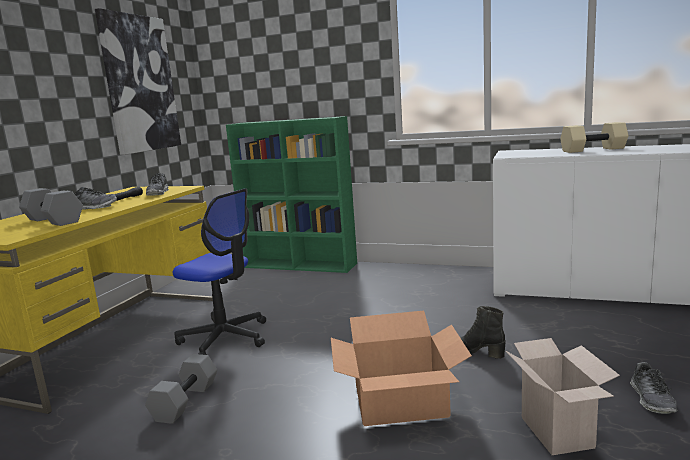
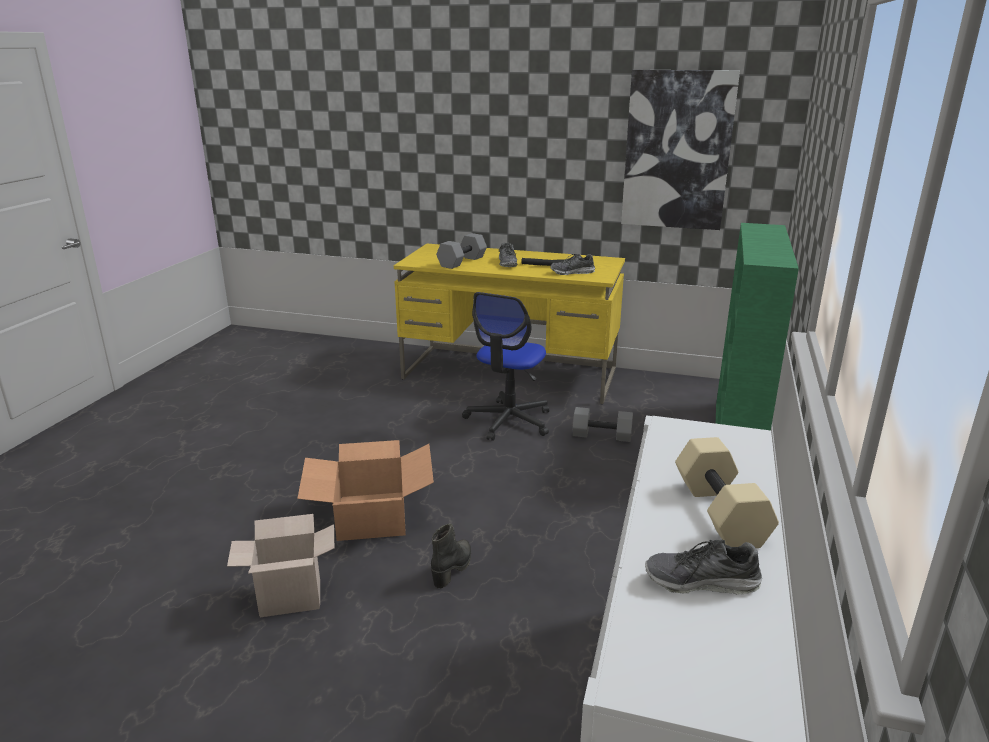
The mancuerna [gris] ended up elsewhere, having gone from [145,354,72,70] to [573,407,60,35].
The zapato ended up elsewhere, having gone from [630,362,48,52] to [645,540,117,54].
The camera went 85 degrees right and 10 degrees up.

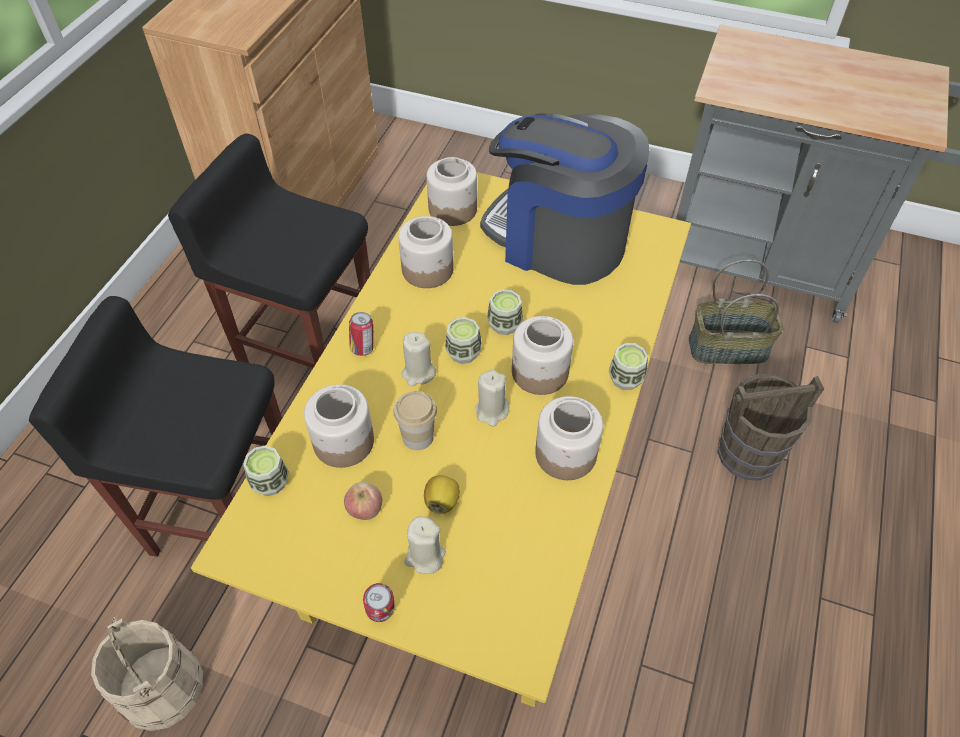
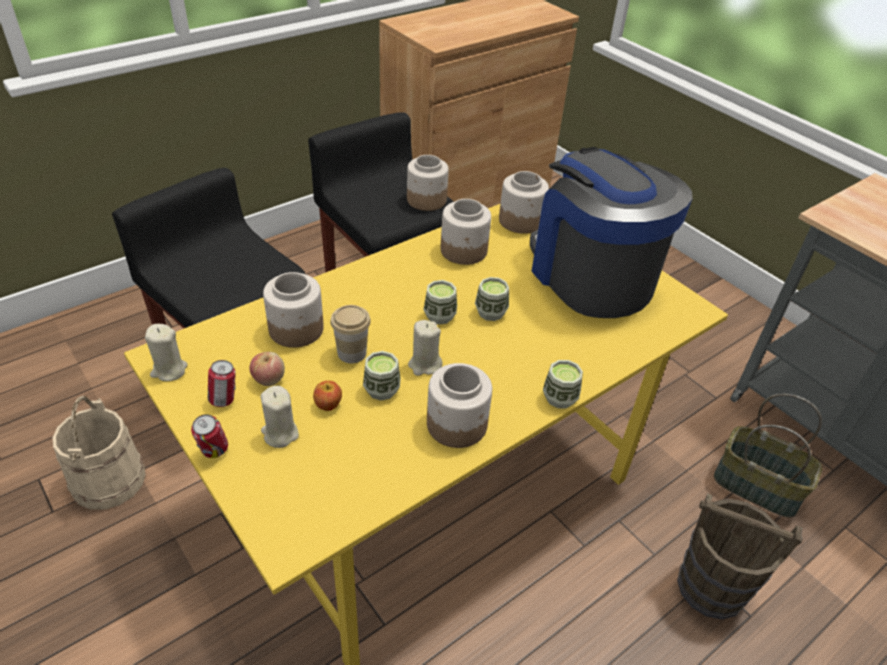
The vela [beis] ended up elsewhere, having gone from [401,332,35,54] to [145,324,42,57].
The lata ended up elsewhere, having gone from [349,312,25,44] to [208,360,28,47].
Where the limón stood at [424,475,36,39], the manzana came to stand at [313,381,29,30].
The taza ended up elsewhere, having gone from [243,445,46,51] to [363,351,38,50].
The tarro ended up elsewhere, having gone from [512,316,61,79] to [407,155,42,56].
The camera went 30 degrees right and 10 degrees down.

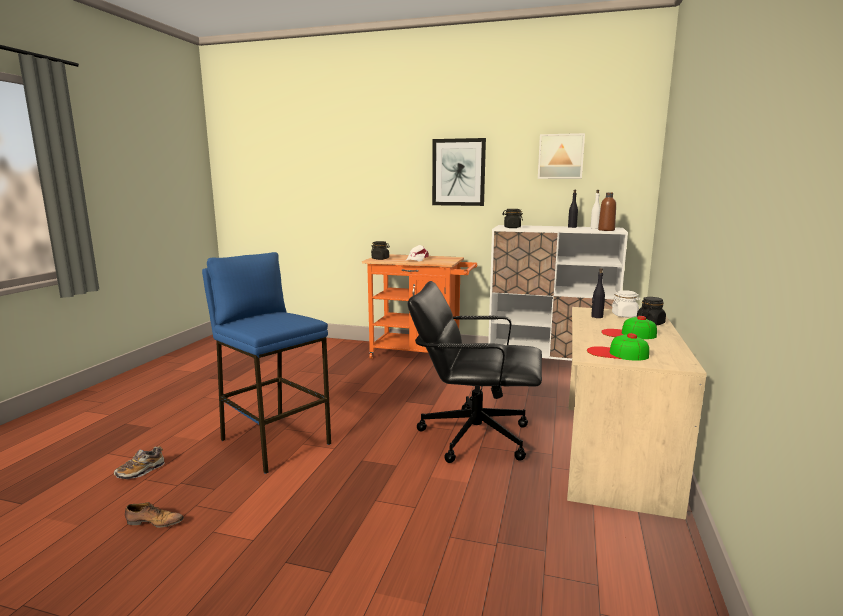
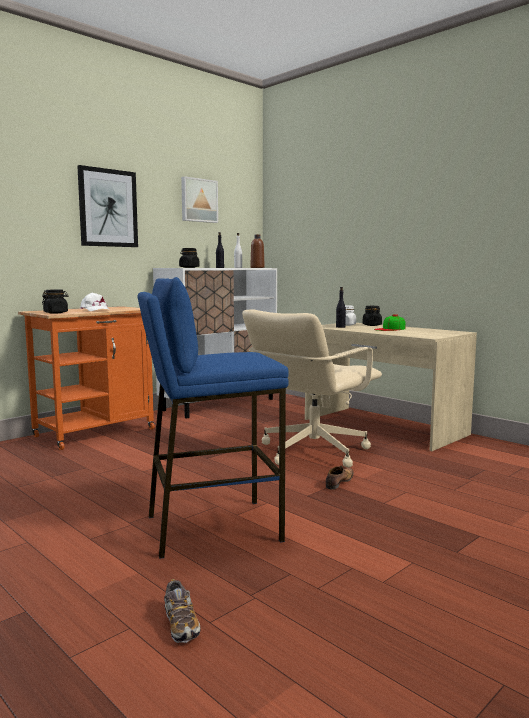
What was the silla de oficina [negro] at [407,281,135,182] turned into the silla de oficina [beis] at [242,309,140,159].
The zapato ended up elsewhere, having gone from [125,502,59,26] to [326,466,28,24].
The second view lost the gorra at [587,333,62,28].
The camera went 60 degrees left and 5 degrees down.

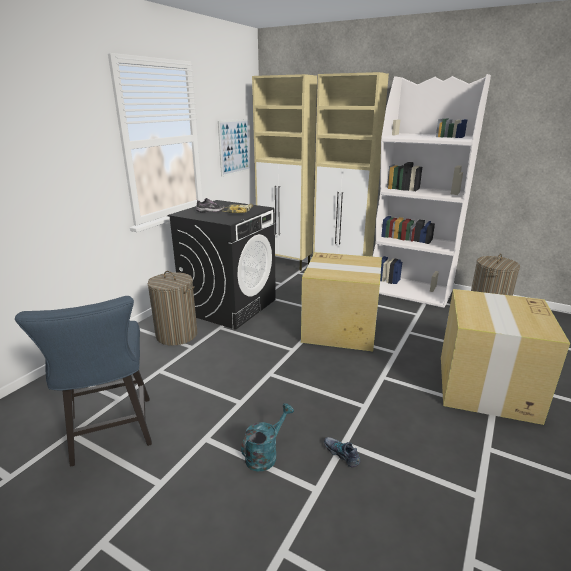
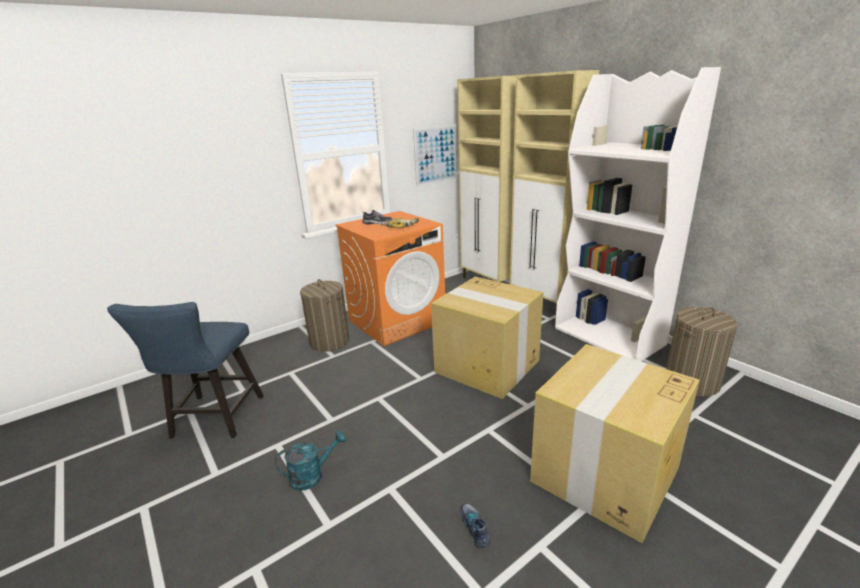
What was the lavadora [negro] at [168,200,108,130] turned into the lavadora [naranja] at [336,211,109,135].
The zapato ended up elsewhere, having gone from [324,437,36,30] to [461,504,30,44].
The camera went 25 degrees right and 0 degrees up.

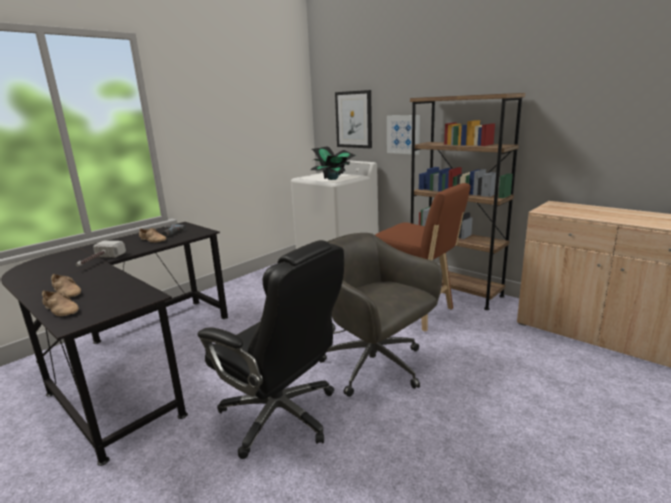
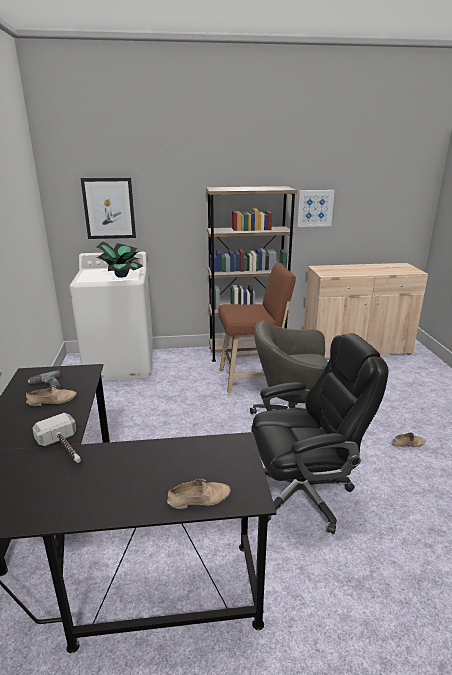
The cuadro ended up elsewhere, having gone from [387,115,33,40] to [297,190,38,37].
The zapato [beis] ended up elsewhere, having gone from [51,274,30,23] to [392,432,34,15].
The camera went 50 degrees left and 5 degrees up.

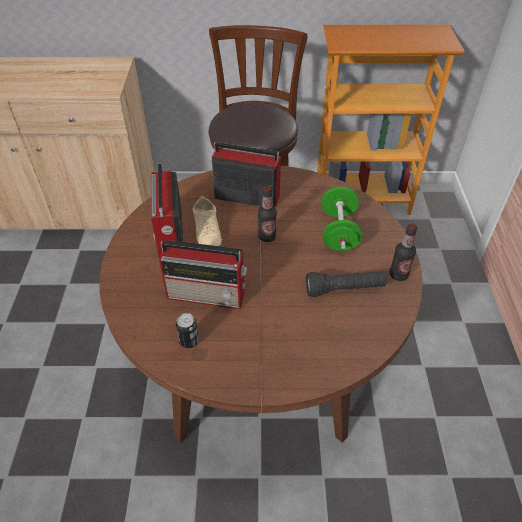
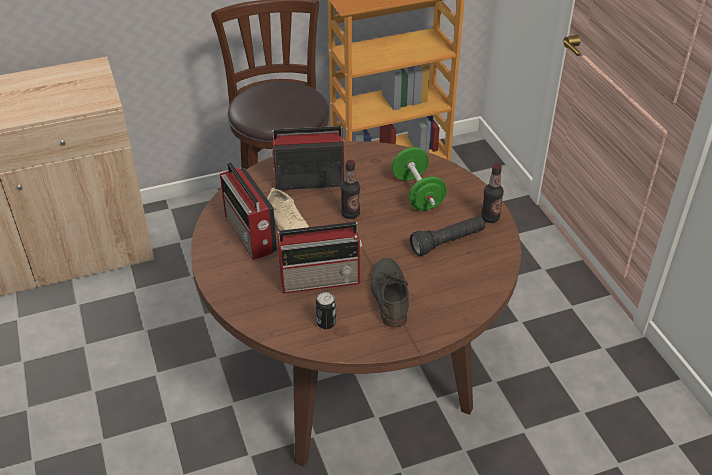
The second view gained the zapato [gris] at [370,258,39,69].
The camera went 20 degrees left and 5 degrees down.

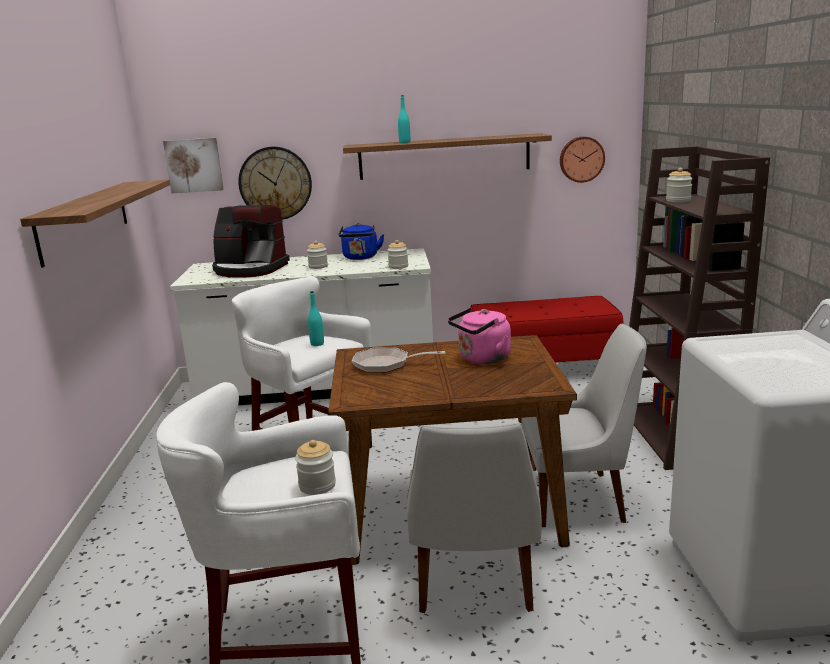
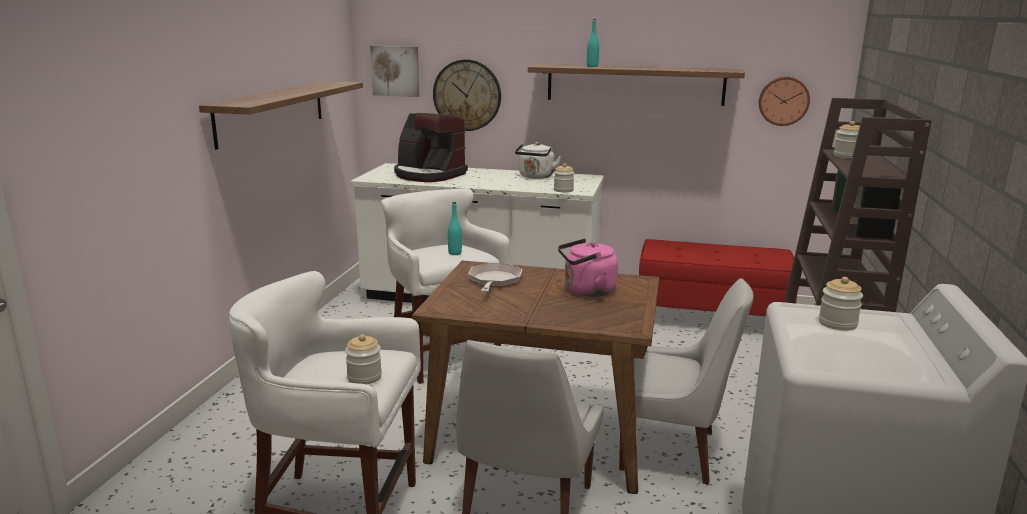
The sartén at [352,347,93,26] ended up facing another way, 75 degrees clockwise from before.
What was the hervidor [azul] at [338,223,46,37] turned into the hervidor [blanco] at [515,142,47,37].
The tarro ended up elsewhere, having gone from [307,241,21,28] to [819,277,44,54].
The camera went 15 degrees right and 0 degrees up.

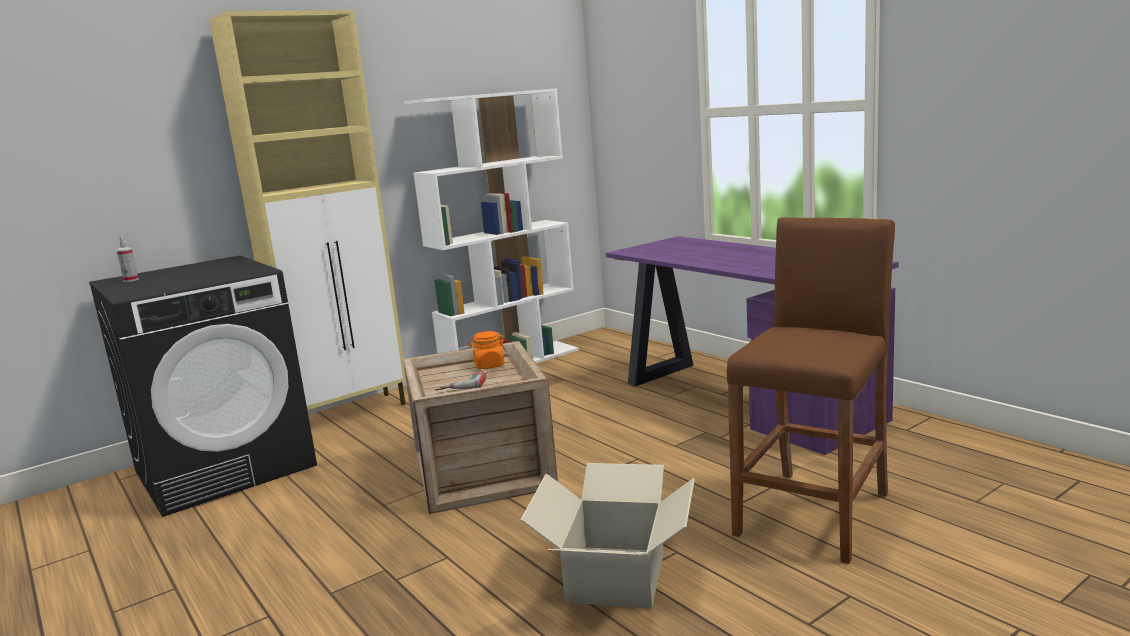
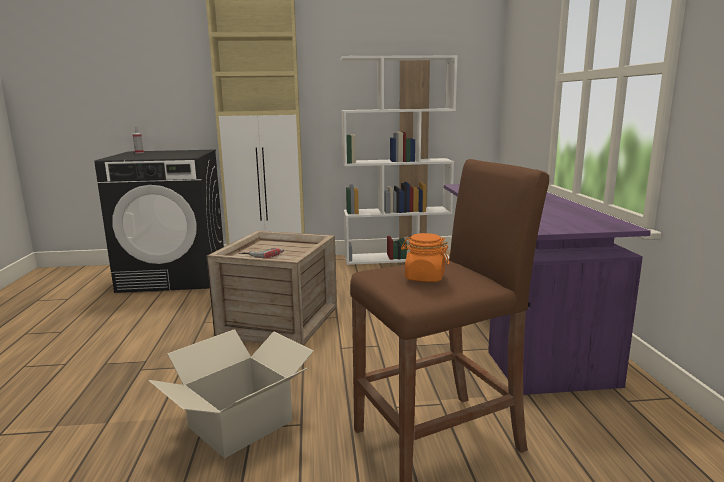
The tarro [naranja] ended up elsewhere, having gone from [468,331,38,38] to [401,233,48,49].
The camera went 30 degrees right and 0 degrees up.

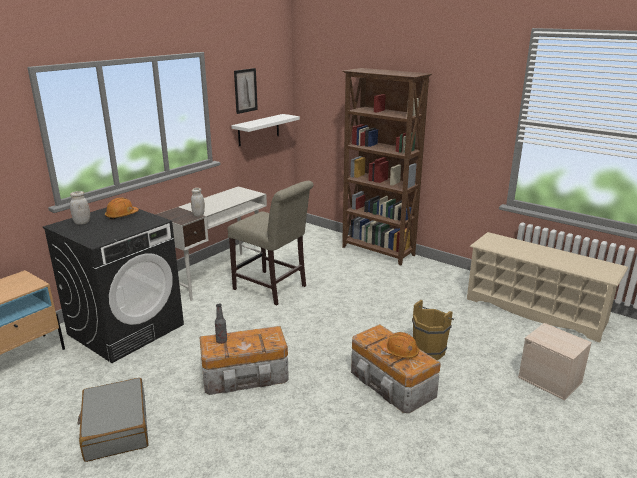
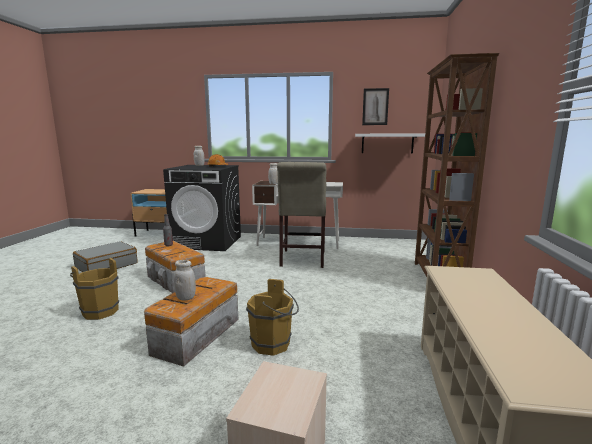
The second view gained the cubo [marrón] at [70,258,49,62].
Where the casco [naranja] stood at [381,332,38,26], the tarro [blanco] came to stand at [173,260,23,41].
The camera went 60 degrees right and 10 degrees down.

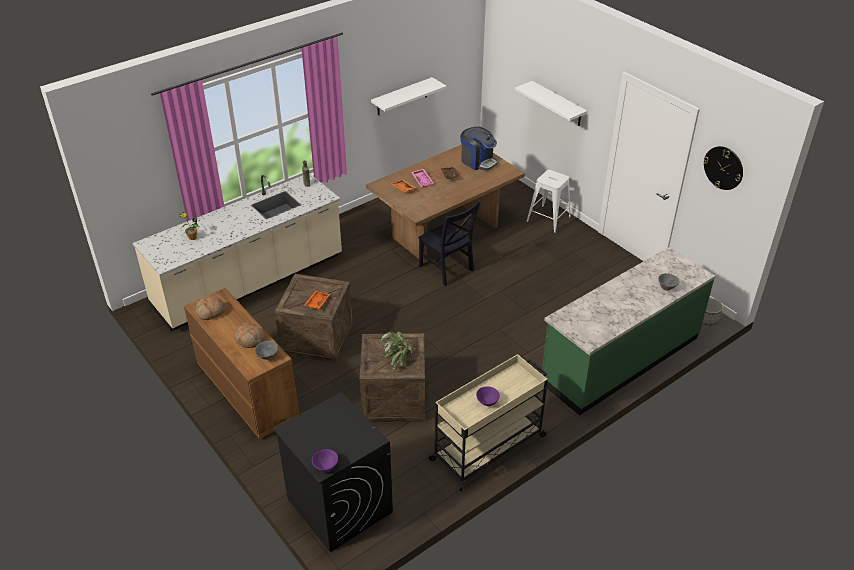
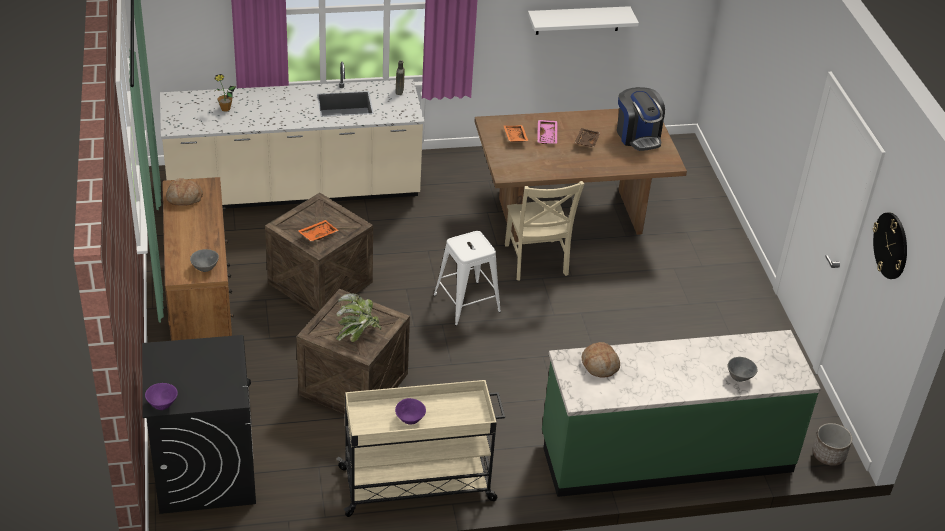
The taburete [blanco] ended up elsewhere, having gone from [526,170,45,63] to [434,231,67,95].
What was the silla [negro] at [418,200,63,86] turned into the silla [beis] at [505,181,80,100].
The pan ended up elsewhere, having gone from [234,322,31,26] to [582,342,38,36].
The second view lost the estante [blanco] at [515,81,72,45].
The camera went 25 degrees right and 0 degrees up.

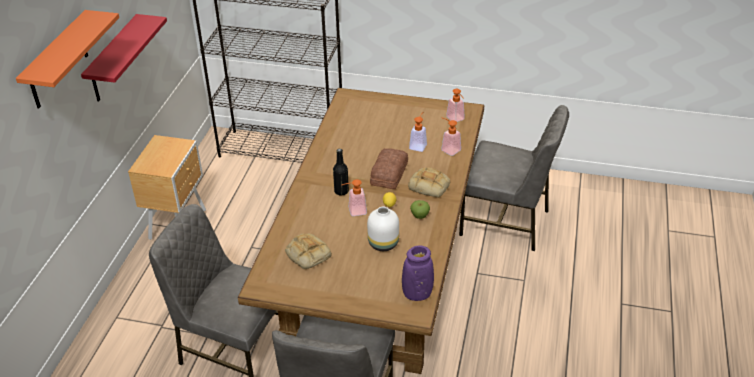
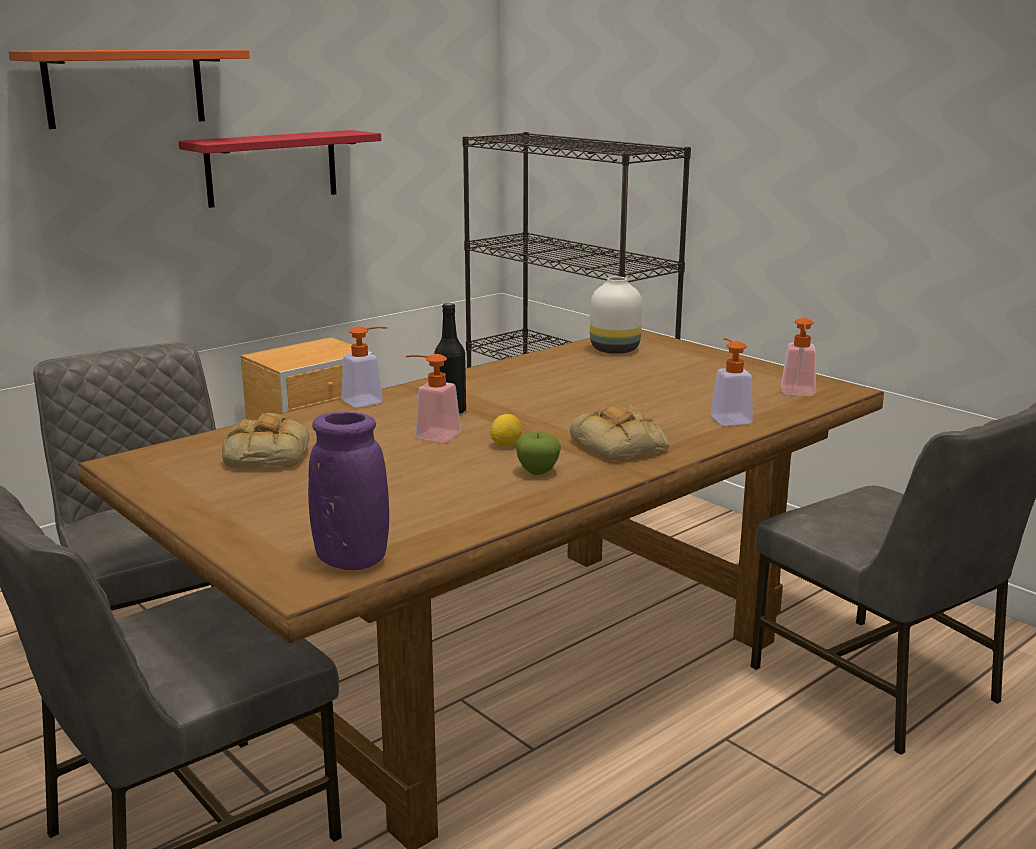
The dispensador de jabón ended up elsewhere, having gone from [409,112,18,40] to [342,326,46,82].
The florero [blanco] ended up elsewhere, having gone from [367,207,32,44] to [590,276,52,78].
The second view lost the pan at [370,148,38,41].
The camera went 35 degrees right and 20 degrees down.

